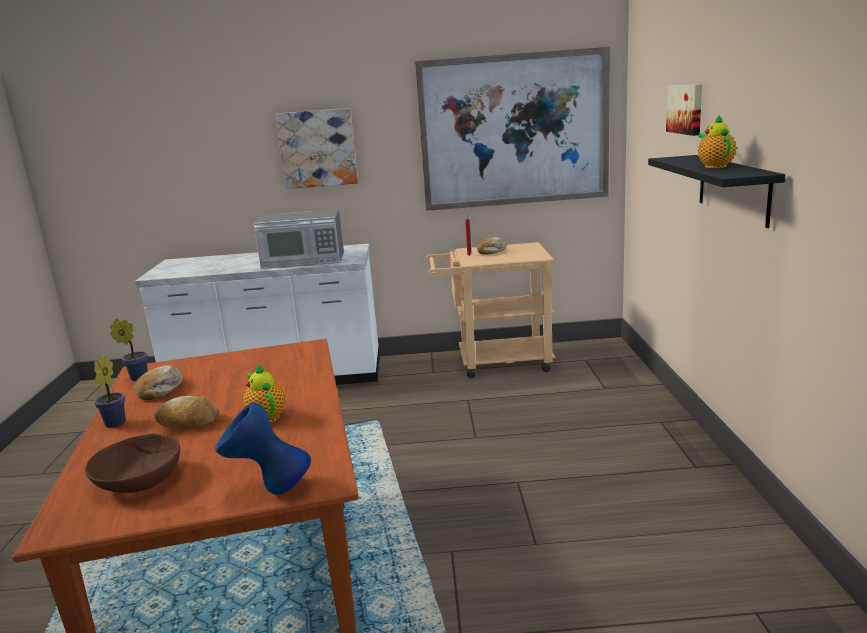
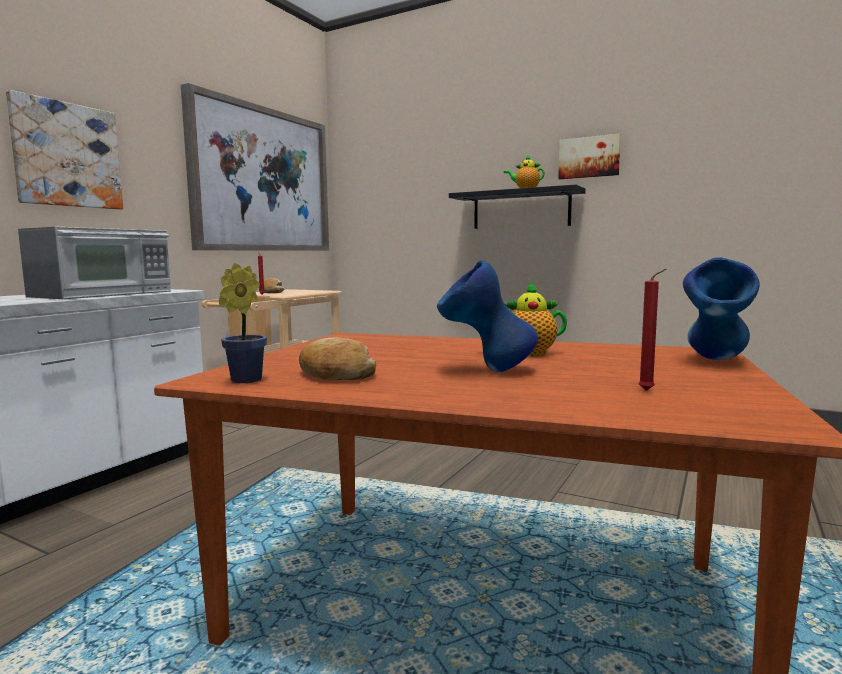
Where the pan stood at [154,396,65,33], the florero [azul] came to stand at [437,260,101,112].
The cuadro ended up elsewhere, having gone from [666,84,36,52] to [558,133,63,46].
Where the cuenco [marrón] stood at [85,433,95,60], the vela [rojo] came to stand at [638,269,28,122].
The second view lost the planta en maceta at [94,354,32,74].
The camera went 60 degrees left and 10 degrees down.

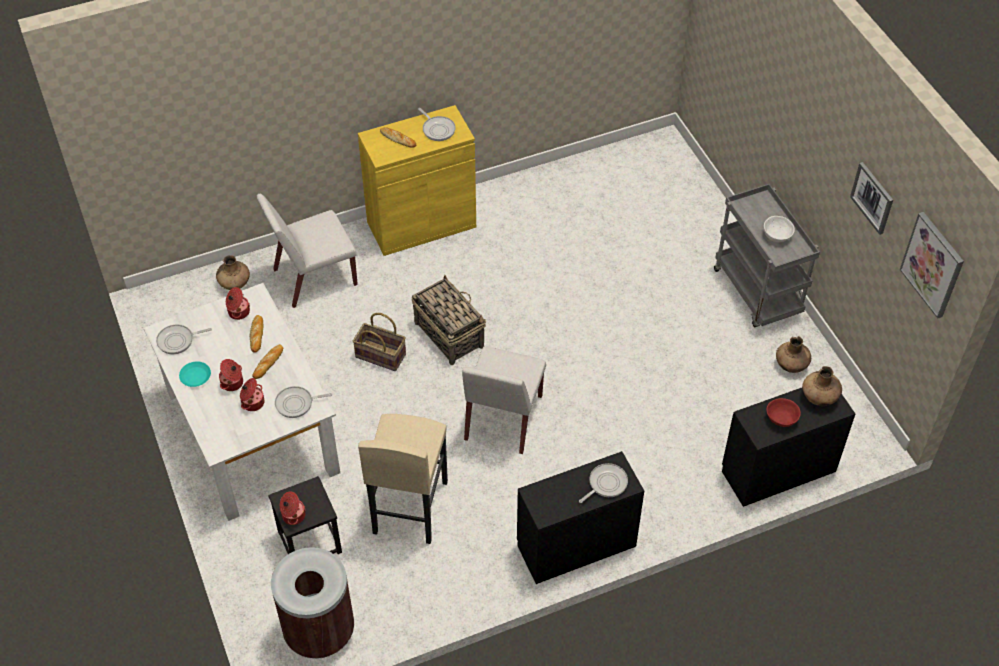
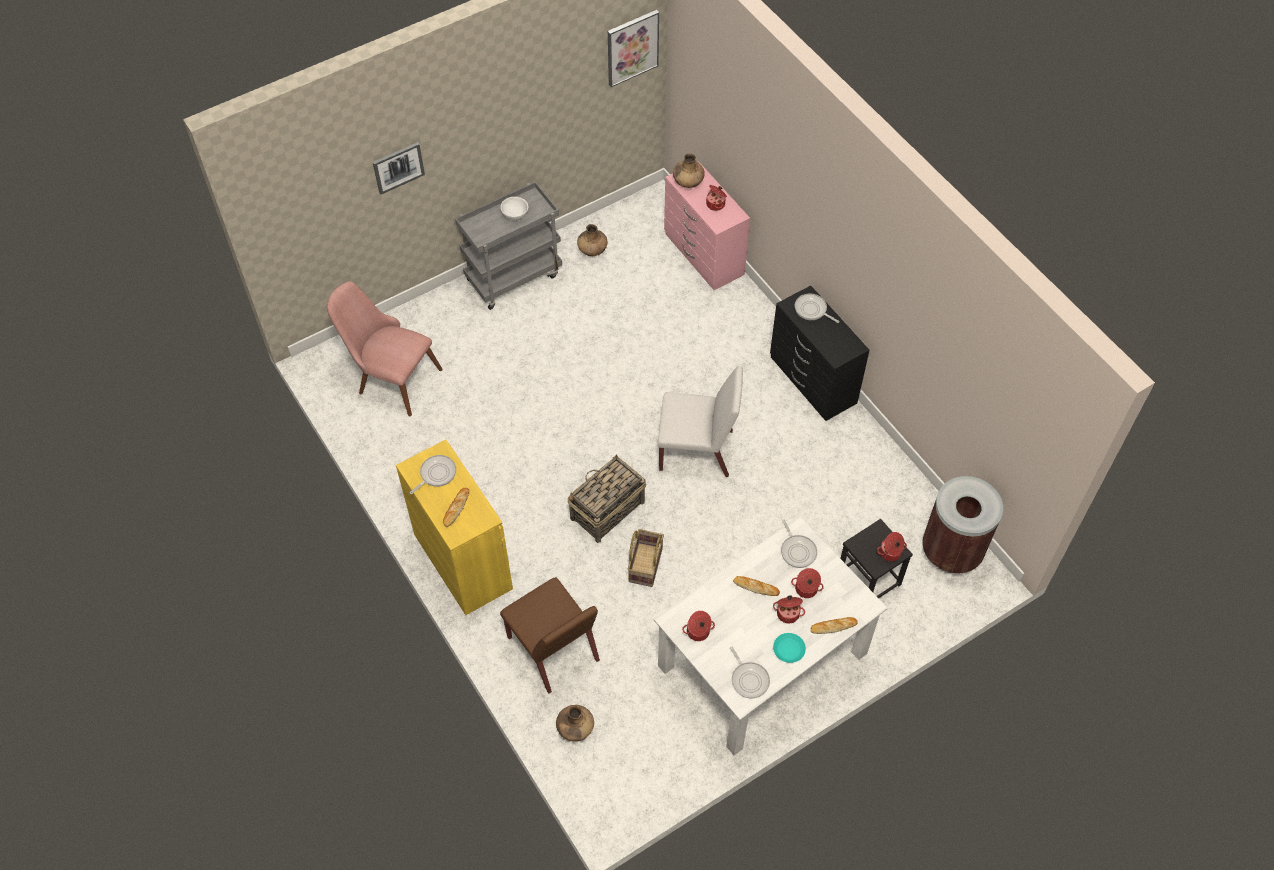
The second view gained the silla [rosa] at [327,281,116,135].
The cuadro ended up elsewhere, having gone from [850,162,43,73] to [373,142,52,52].
What was the silla [blanco] at [257,194,101,114] turned into the silla [marrón] at [500,577,100,117].
What was the cómoda [negro] at [722,388,133,119] turned into the cómoda [rosa] at [664,161,86,129].
Where the cuenco [rojo] stood at [766,398,35,29], the olla came to stand at [706,185,21,26].
The pan ended up elsewhere, having gone from [249,315,15,38] to [811,617,47,17].
The second view lost the taburete [beis] at [358,414,90,130].
The camera went 100 degrees left and 5 degrees up.

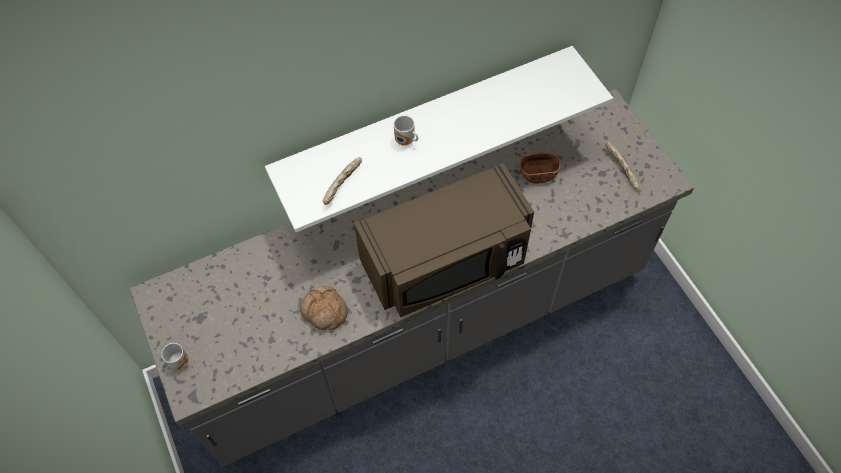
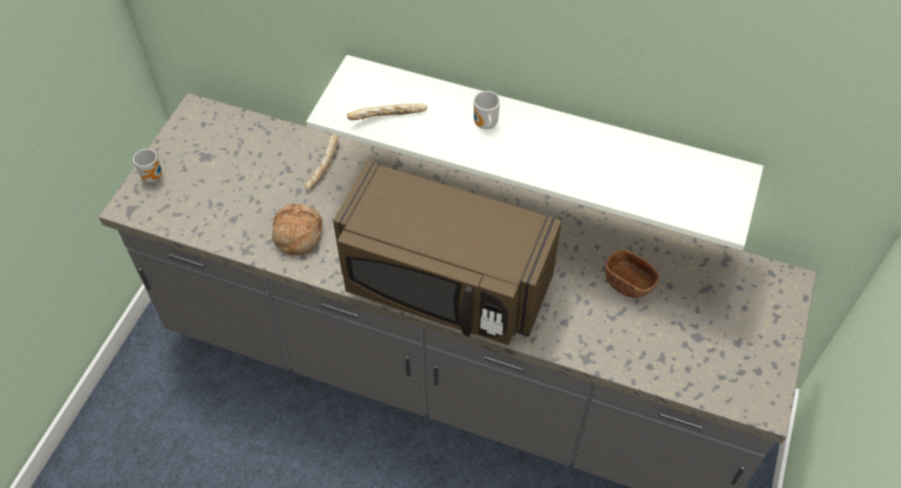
The pan ended up elsewhere, having gone from [605,141,34,48] to [305,134,34,56].
The camera went 45 degrees right and 5 degrees down.

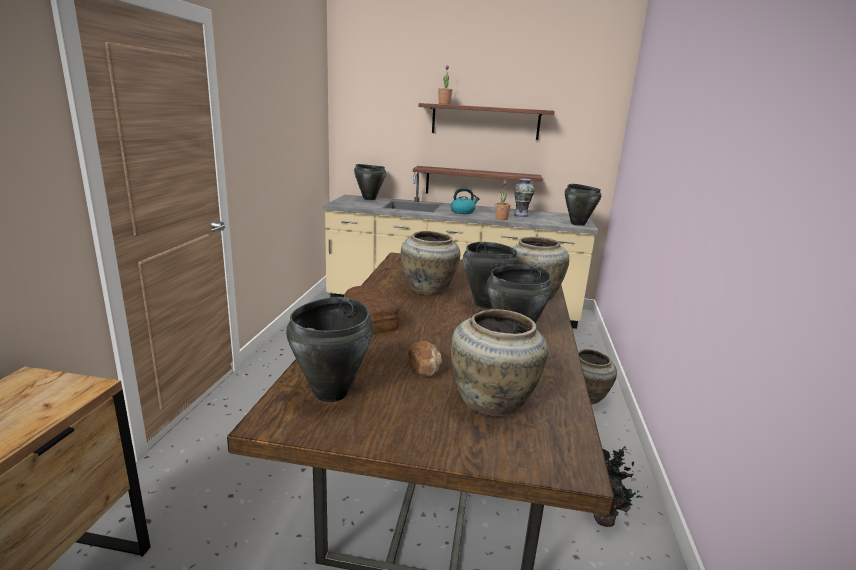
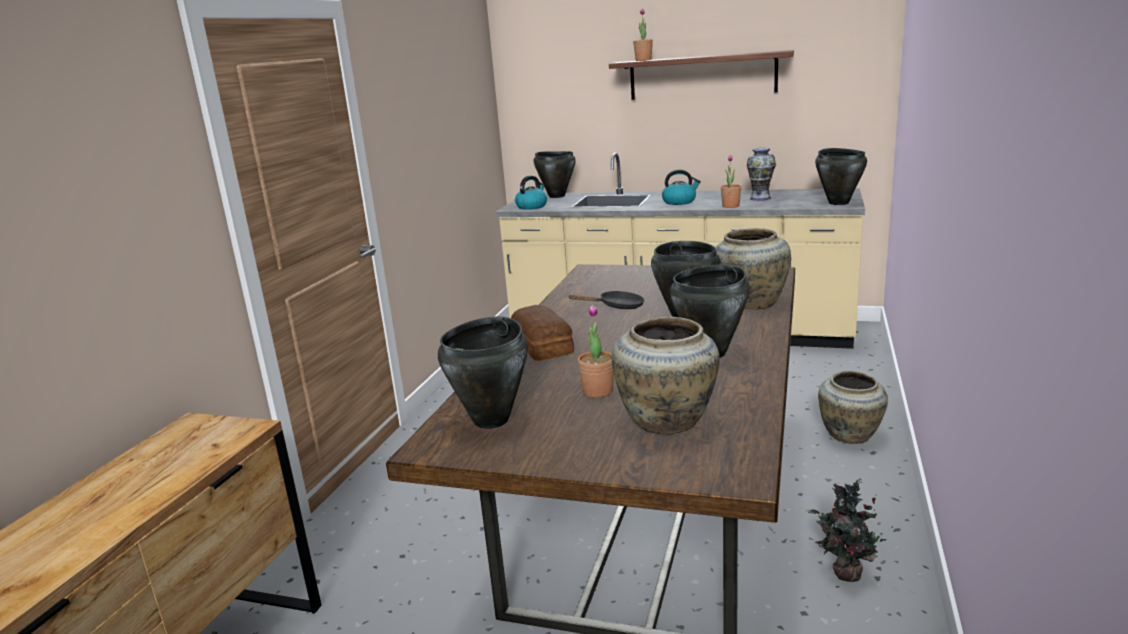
The second view gained the hervidor at [515,176,32,34].
Where the florero [beis] stood at [401,231,59,65], the sartén [negro] came to stand at [568,291,77,18].
Where the pan stood at [408,341,34,35], the planta en maceta came to stand at [578,305,36,93].
The second view lost the estante at [413,166,130,28].
The camera went 10 degrees right and 0 degrees up.

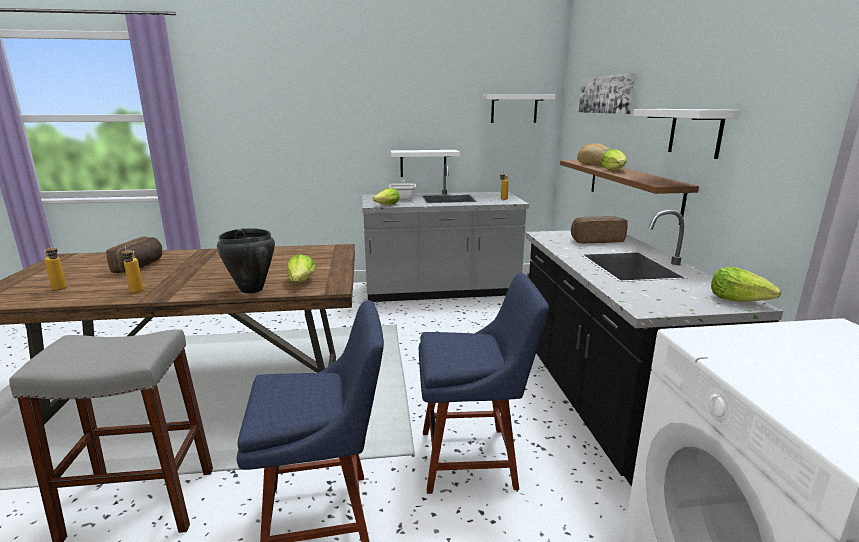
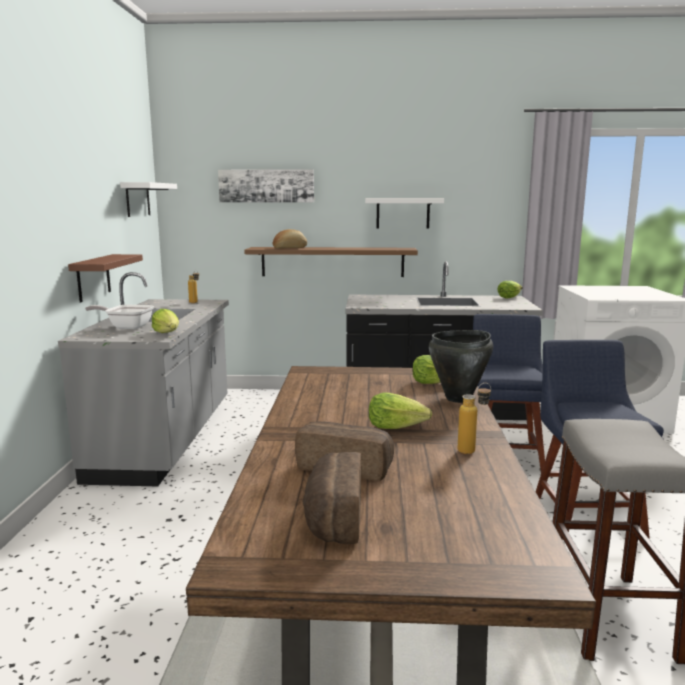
What was the estante [blanco] at [390,150,70,27] turned into the estante [marrón] at [68,254,75,49].
The pan ended up elsewhere, having gone from [571,216,57,27] to [302,452,59,92].
The lechuga ended up elsewhere, having gone from [602,149,25,21] to [369,392,63,37].
The second view lost the botella at [44,243,23,47].
The camera went 80 degrees left and 5 degrees down.

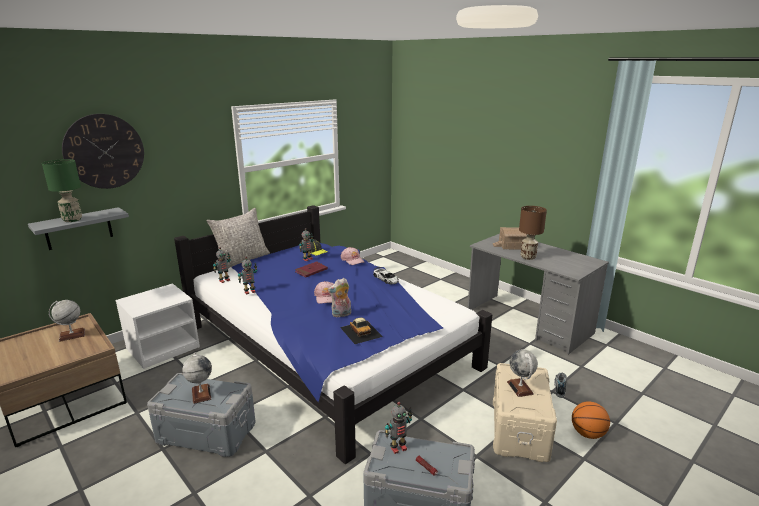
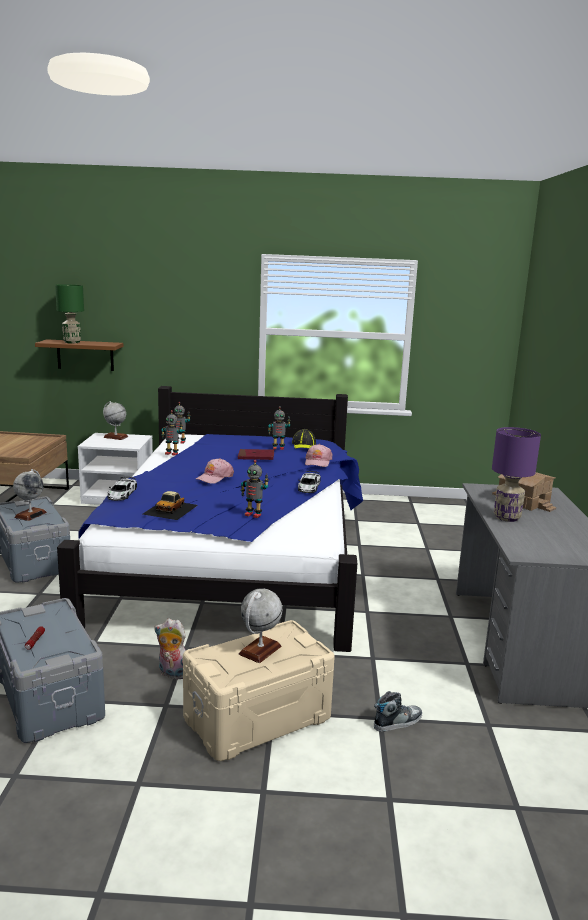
What was the estante [gris] at [28,207,101,43] turned into the estante [marrón] at [35,339,88,32].
The globo terráqueo ended up elsewhere, having gone from [49,300,36,42] to [103,401,25,39].
The second view gained the coche de juguete at [107,477,30,24].
The peluche ended up elsewhere, having gone from [328,278,23,39] to [154,618,32,61].
The robot de juguete ended up elsewhere, having gone from [385,402,27,52] to [240,460,29,58].
What was the lámpara de mesa [marrón] at [519,206,28,54] turned into the lámpara de mesa [morado] at [492,427,49,95].
The second view lost the reloj de pared at [62,114,82,75].
The second view lost the cojín [gris] at [207,208,63,60].
The second view lost the balón de baloncesto at [572,401,38,38].
The camera went 45 degrees right and 5 degrees down.

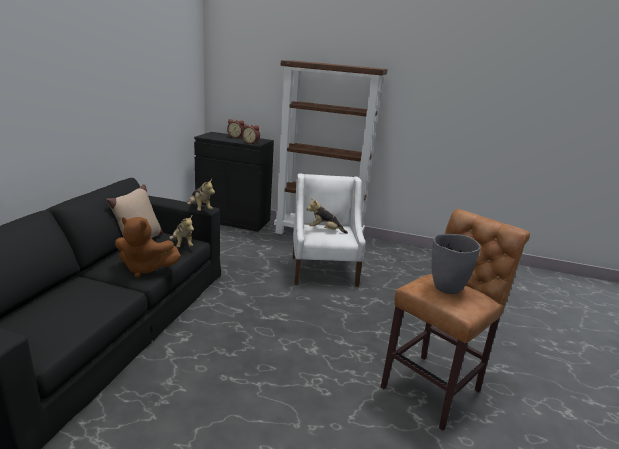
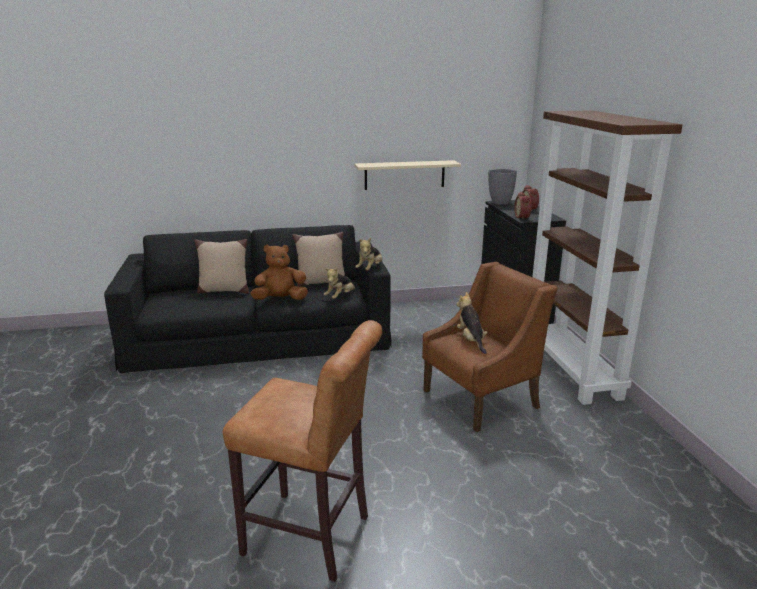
The second view gained the cojín [beis] at [194,239,55,55].
The peluche [marrón] at [115,217,66,61] ended up facing another way, 90 degrees clockwise from before.
The second view gained the estante [beis] at [355,160,106,30].
What was the sillón [blanco] at [292,173,74,114] turned into the sillón [marrón] at [422,262,136,170].
The florero [gris] ended up elsewhere, having gone from [431,234,50,60] to [488,169,29,36].
The camera went 65 degrees right and 0 degrees up.

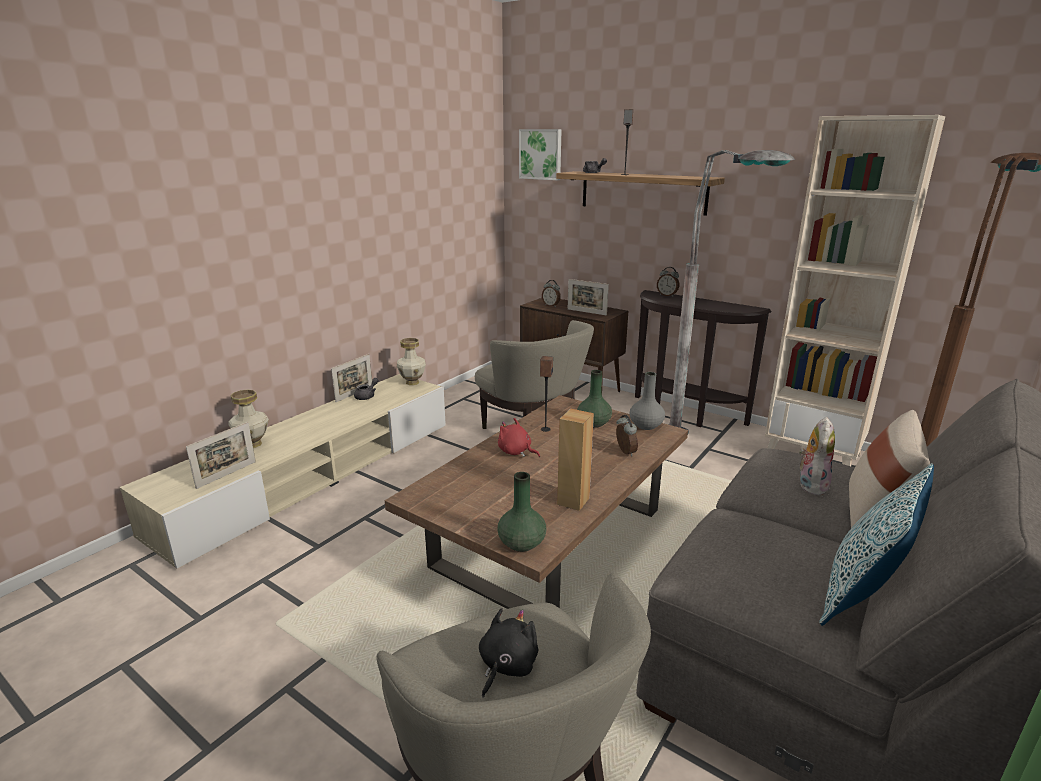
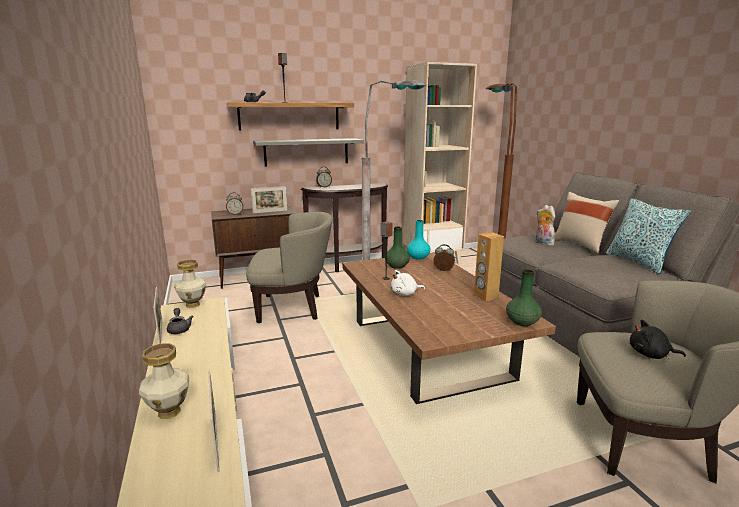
The second view gained the estante [gris] at [253,138,111,28].
What was the peluche [rojo] at [498,418,42,39] turned into the peluche [blanco] at [391,270,34,26].
What was the florero [gris] at [629,372,36,58] turned into the florero [turquesa] at [407,220,24,40].
The peluche [negro] at [479,608,59,90] ended up facing another way, 45 degrees counterclockwise from before.
The second view lost the cuadro at [519,129,43,51].
The camera went 55 degrees left and 5 degrees down.

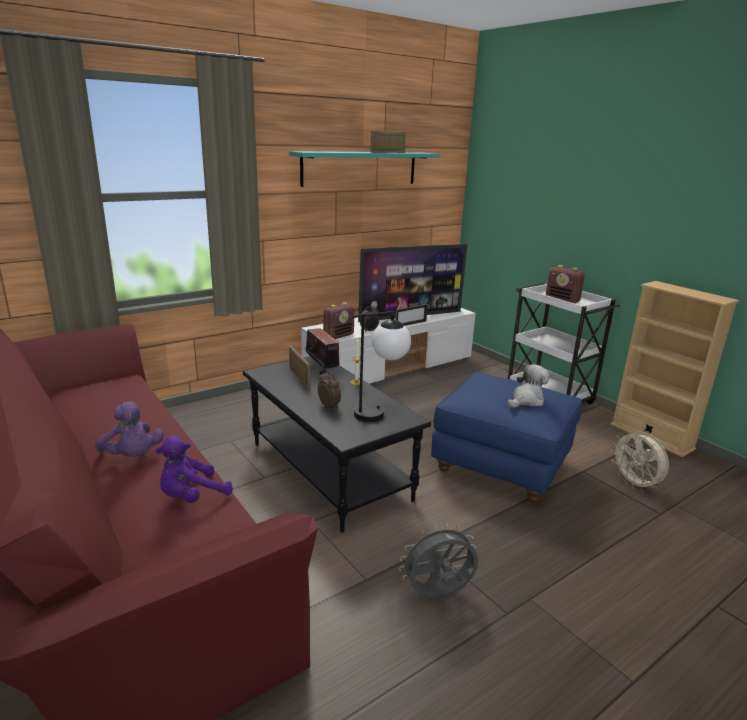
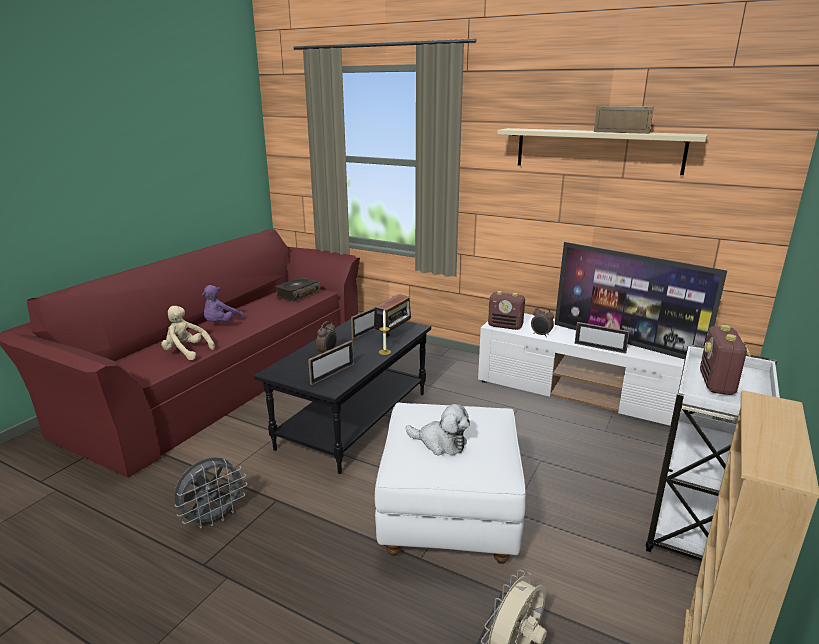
What was the peluche [morado] at [156,436,77,67] turned into the peluche [beis] at [161,306,54,54].
The ventilador [gris] at [399,523,79,76] ended up facing another way, 90 degrees clockwise from before.
The second view gained the libro at [274,276,47,26].
Where the lámpara de mesa stood at [352,311,59,111], the portarretratos came to stand at [308,340,46,45].
What was the puf [azul] at [431,373,151,130] turned into the puf [blanco] at [375,403,151,161].
What was the estante [turquesa] at [289,151,150,36] turned into the estante [beis] at [497,128,211,47].
The camera went 65 degrees right and 0 degrees up.

